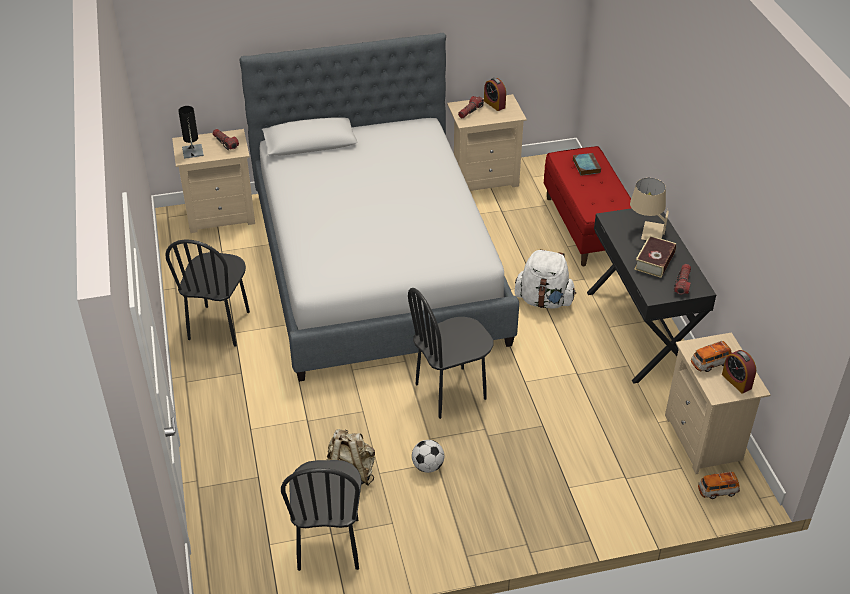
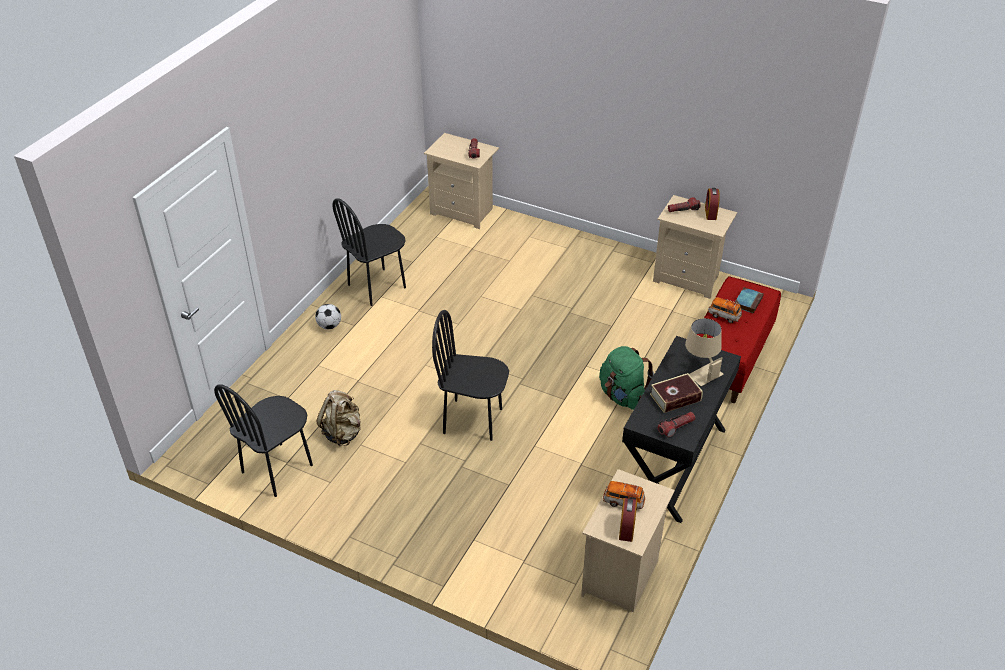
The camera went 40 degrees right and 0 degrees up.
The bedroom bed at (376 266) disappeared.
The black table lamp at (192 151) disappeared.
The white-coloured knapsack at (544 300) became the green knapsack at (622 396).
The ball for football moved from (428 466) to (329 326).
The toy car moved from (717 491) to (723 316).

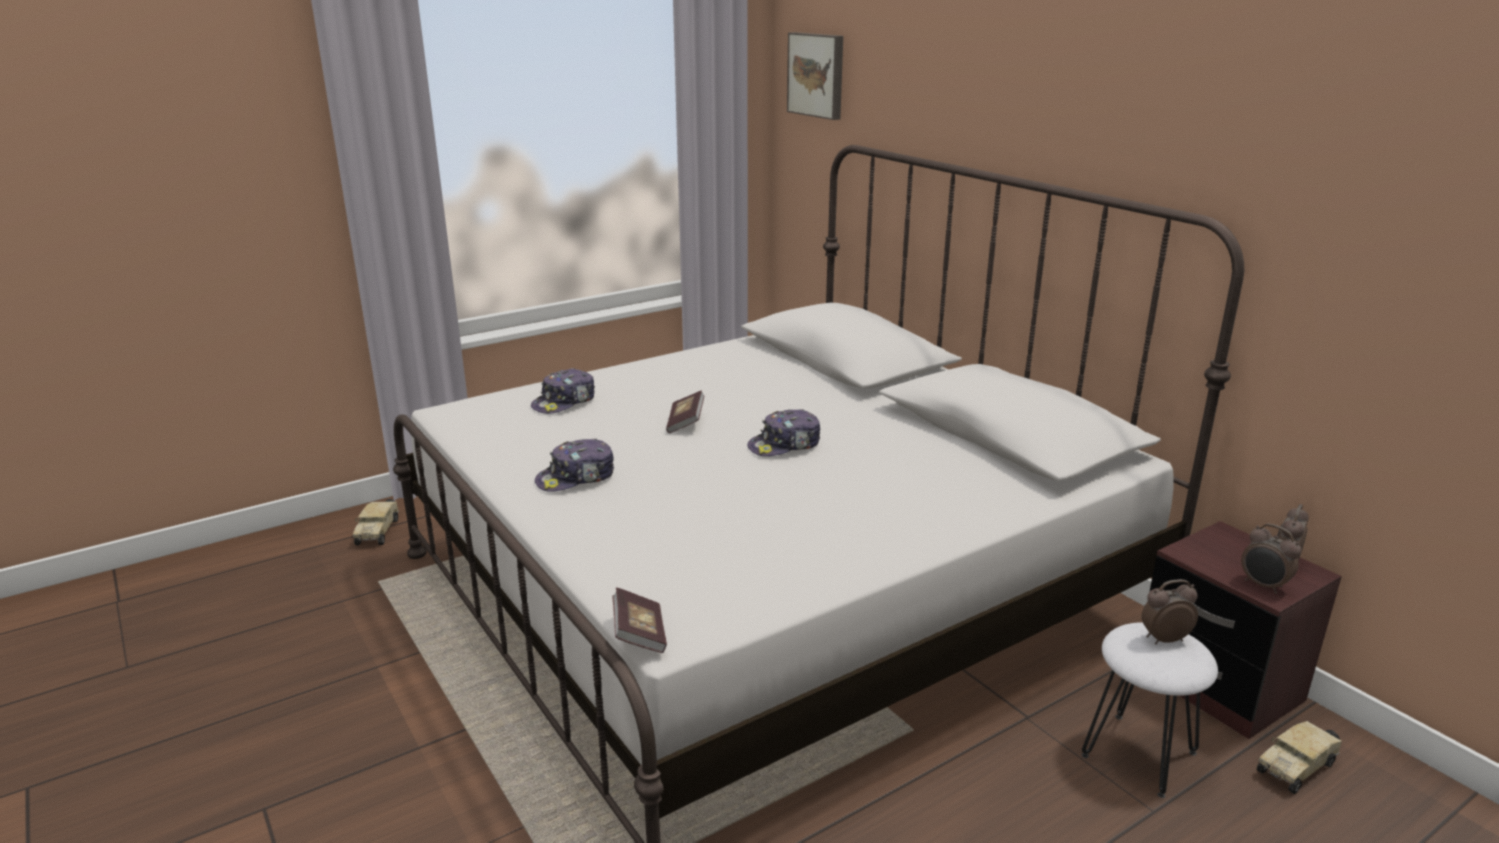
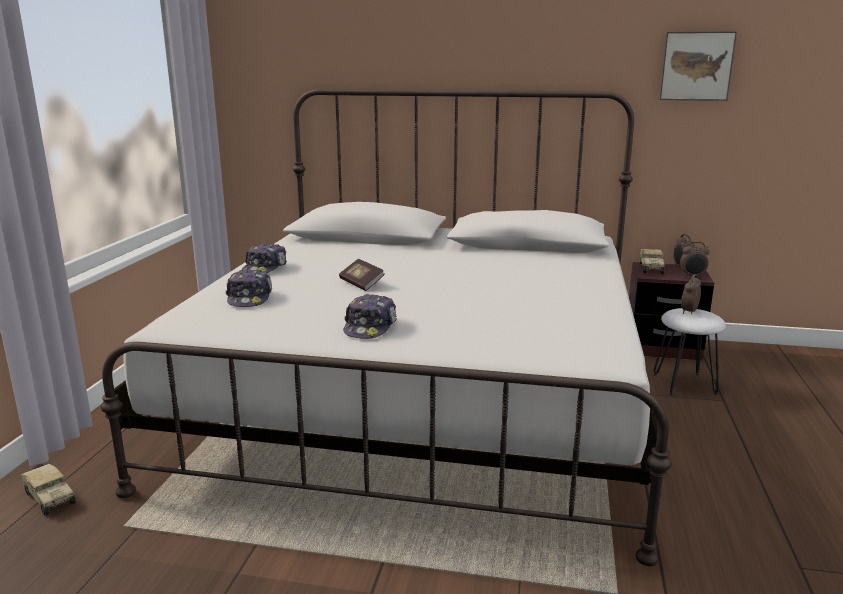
The camera went 45 degrees left and 5 degrees down.
The wall art moved from (817 75) to (696 66).
The peaked cap moved from (785 445) to (265 268).
The book at (639 635) disappeared.
The model truck moved from (1297 766) to (650 268).

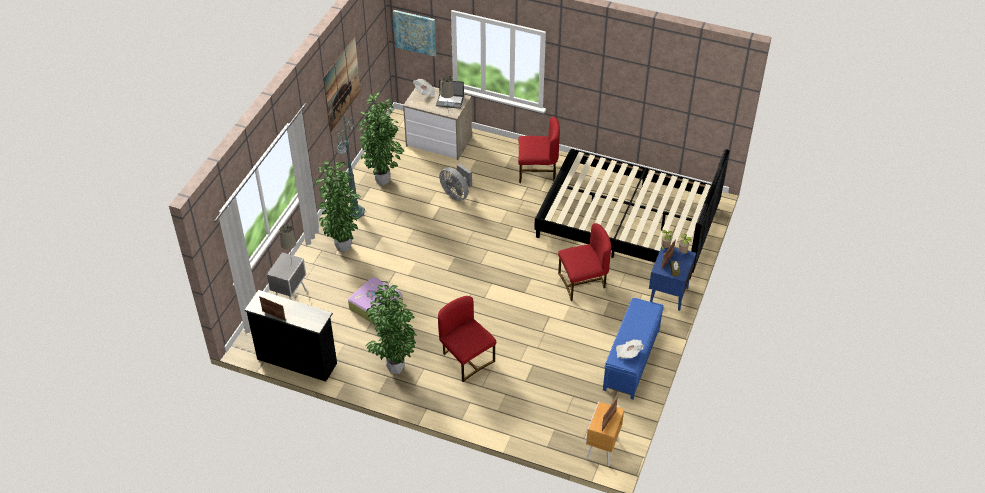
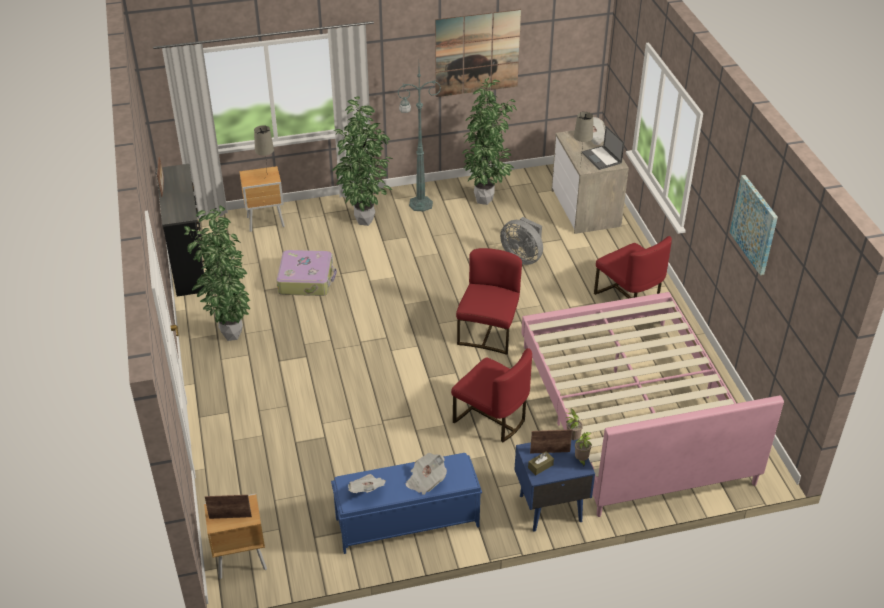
The camera went 55 degrees right and 5 degrees down.
The wall art moved from (415 32) to (754 224).
The black bedroom bed at (627 223) became the pink-coloured bedroom bed at (632 412).
The grey electric fan at (456 194) turned 60 degrees counterclockwise.
The grey nightstand at (291 298) became the brown-coloured nightstand at (266 222).
The red plain chair moved from (466 359) to (488 332).
The newspaper at (425 480) appeared.

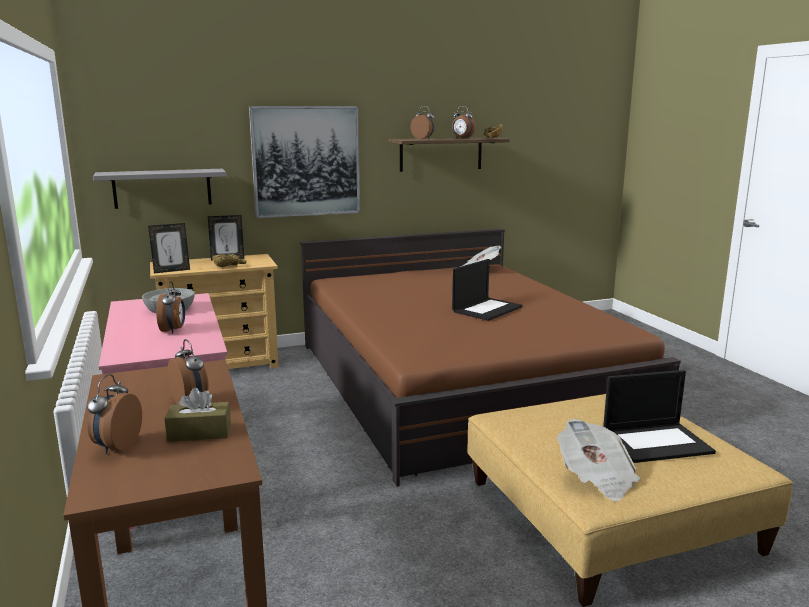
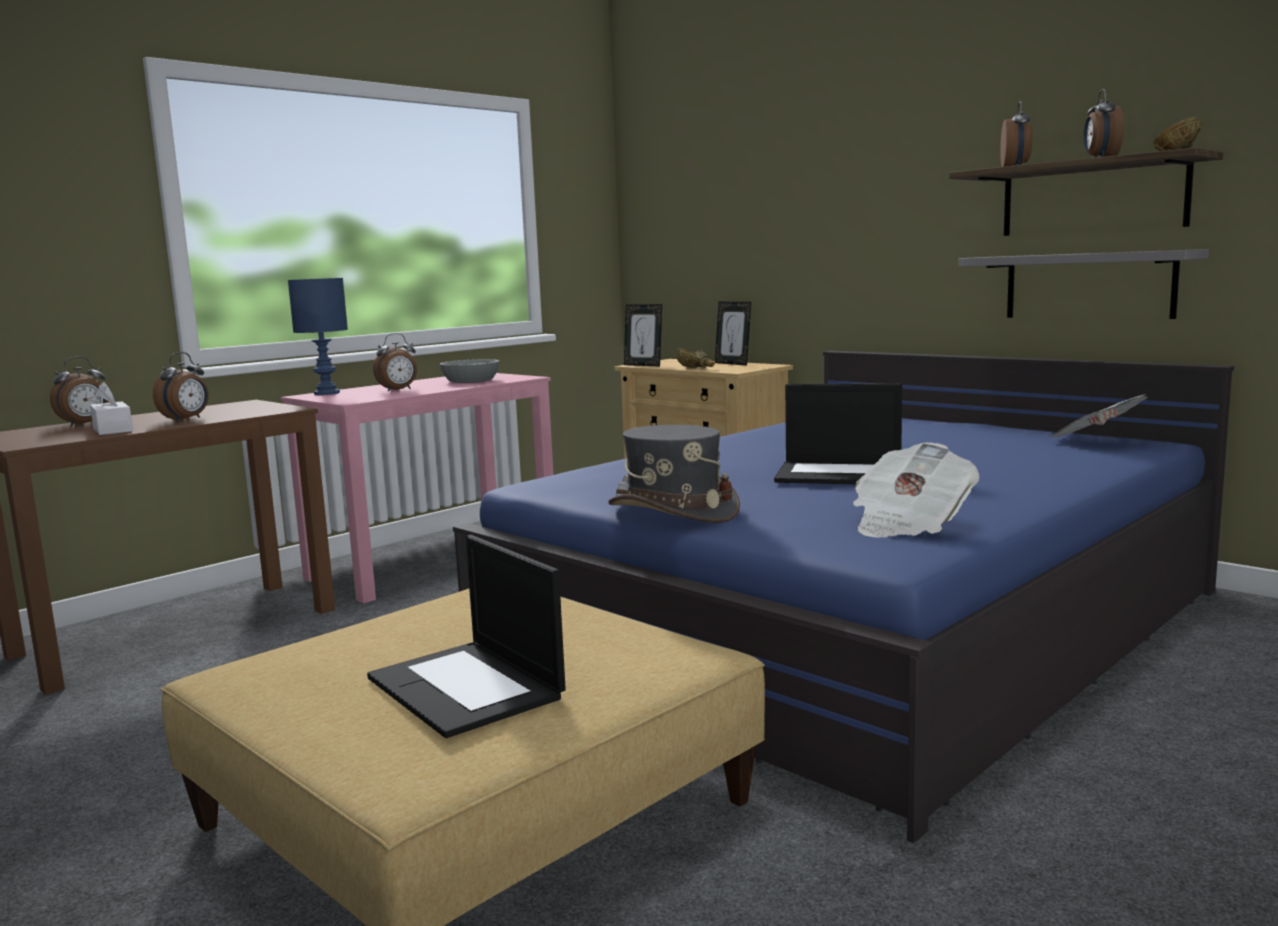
The camera went 65 degrees right and 5 degrees down.
The wall art at (306 161) disappeared.
The grey wall shelf moved from (162 188) to (1088 285).
The brown-coloured bedroom bed at (460 383) became the bluish bedroom bed at (859 621).
The alarm clock at (116 447) turned 150 degrees clockwise.
The brown-coloured tissue holder at (199 433) became the white-coloured tissue holder at (113 430).
The newspaper moved from (596 478) to (908 524).
The bluish table lamp at (328 393) appeared.
The grey clothing hat at (673 512) appeared.

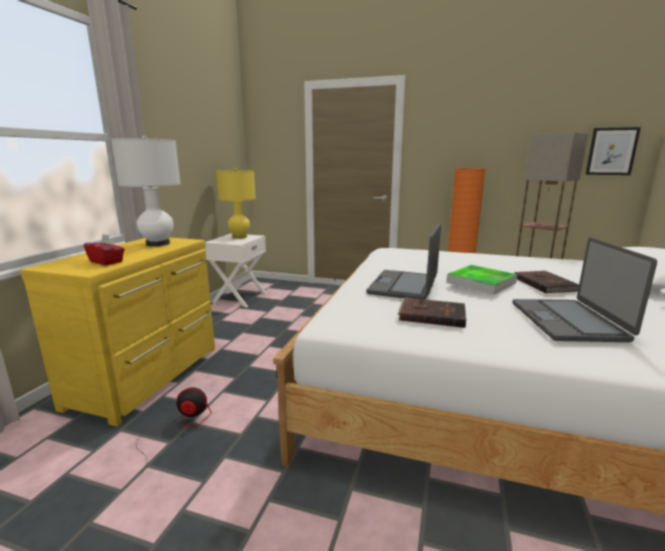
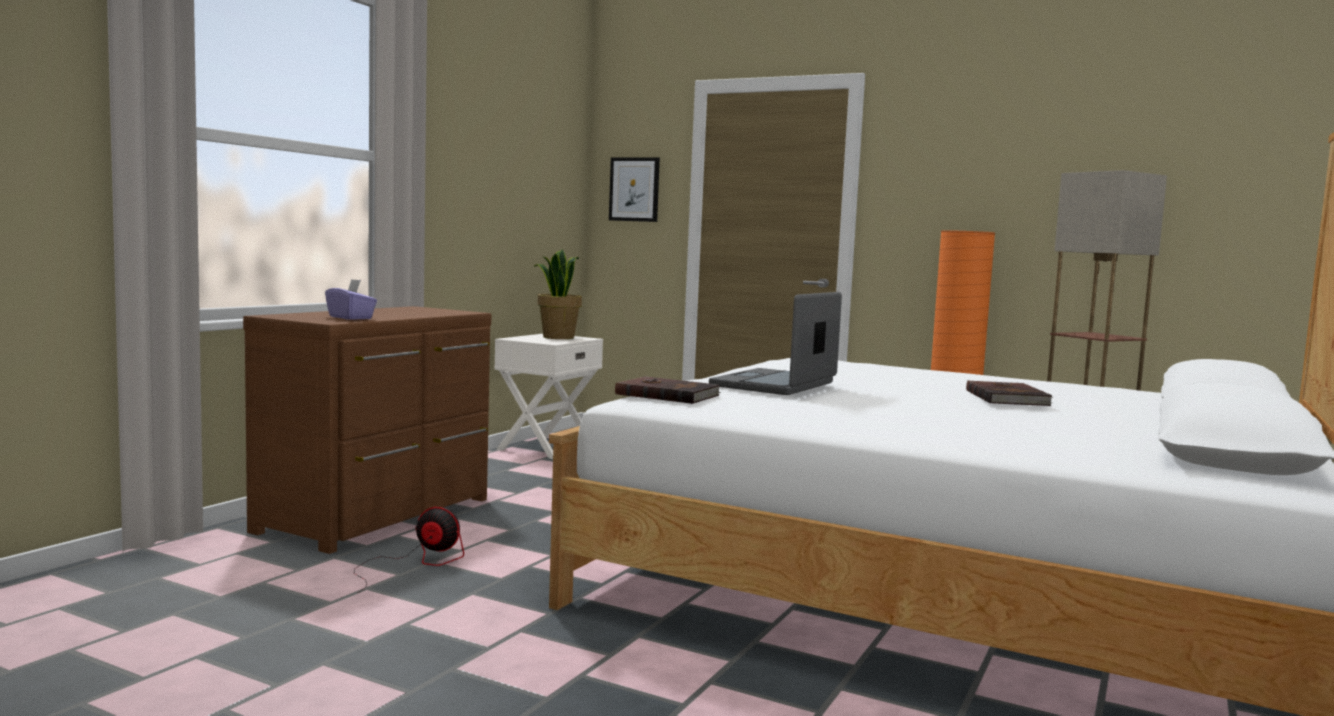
The camera went 10 degrees right and 10 degrees down.
The wall art moved from (611 151) to (634 189).
The white-coloured table lamp at (158 244) disappeared.
The yellow-coloured table lamp at (239 237) was replaced by the plant in a pot at (558 337).
The red tissue holder at (106 262) became the purple tissue holder at (351 318).
The yellow-coloured dresser at (150 376) became the brown-coloured dresser at (382 515).
The portable computer at (568 321) disappeared.
The tray at (481 283) disappeared.
The brown-coloured book moved from (431 314) to (667 394).

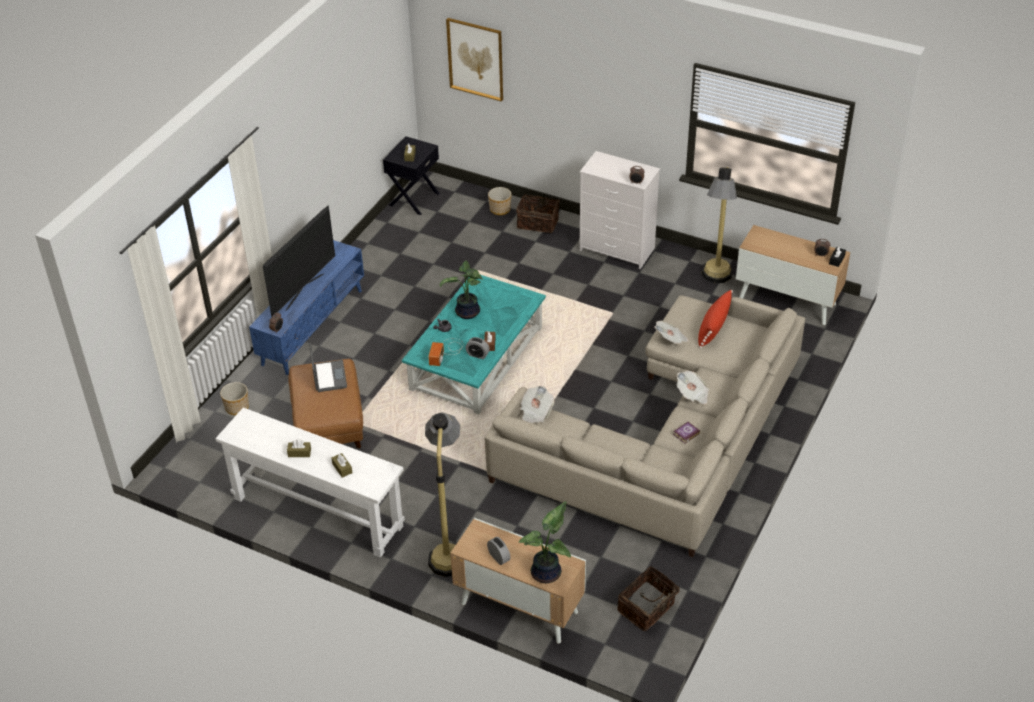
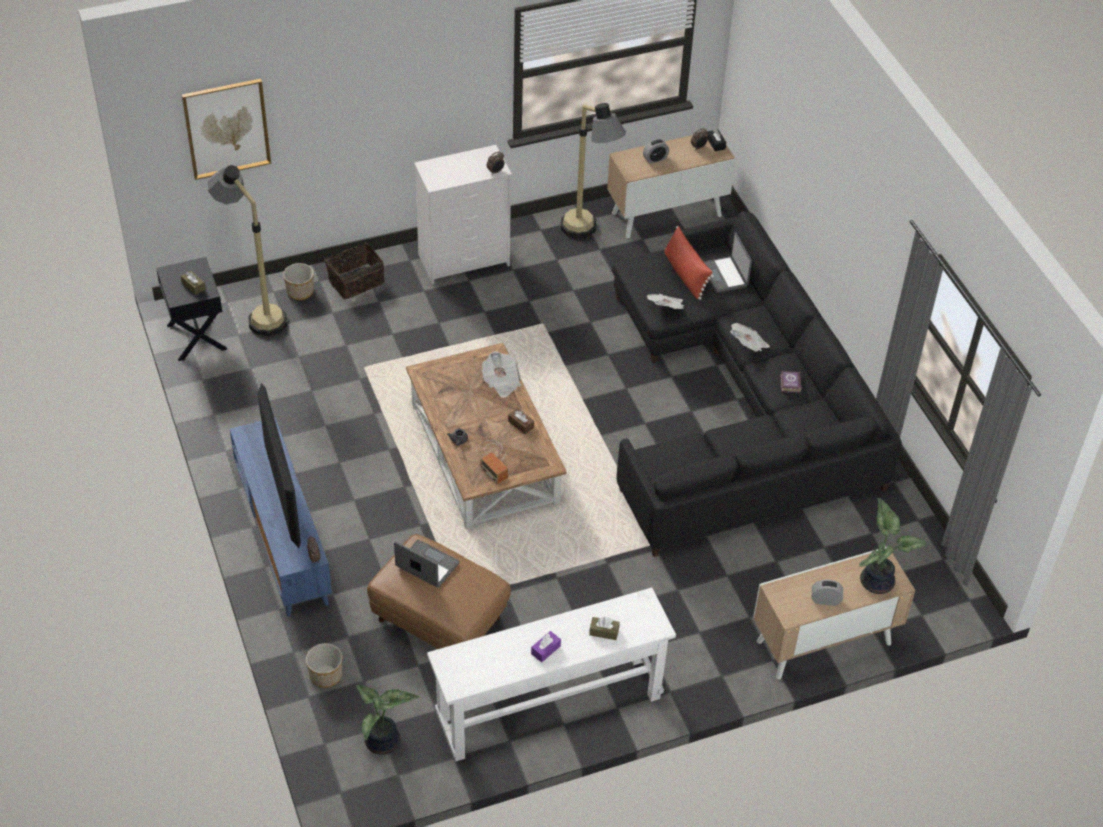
The camera went 50 degrees left and 5 degrees up.
The plant in a pot moved from (467 313) to (384 743).
The turquoise-coloured coffee table at (477 359) became the brown-coloured coffee table at (485 453).
The sand-coloured settee at (669 439) became the black settee at (740 405).
The alarm clock moved from (477 355) to (655 159).
The newspaper moved from (535 412) to (501 382).
The standing lamp moved from (448 547) to (256 313).
The brown-coloured tissue holder at (299 453) became the purple tissue holder at (545 650).
The household basket at (647 608) disappeared.
The portable computer at (725 275) appeared.

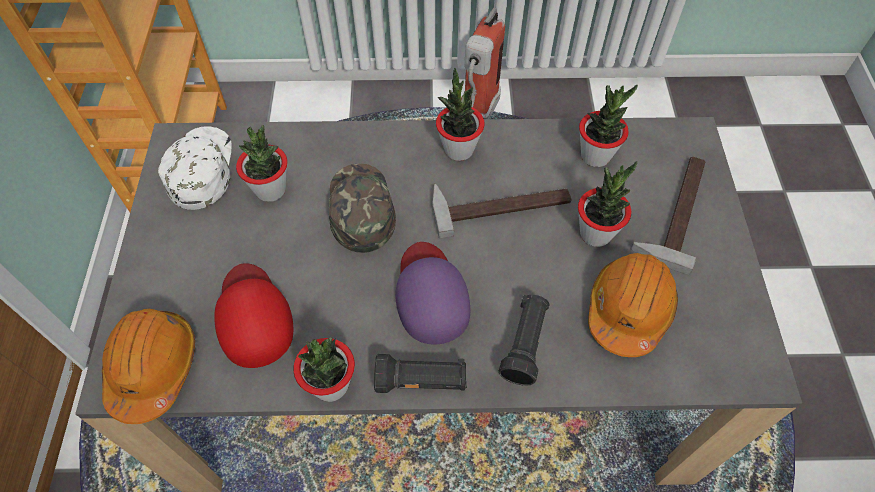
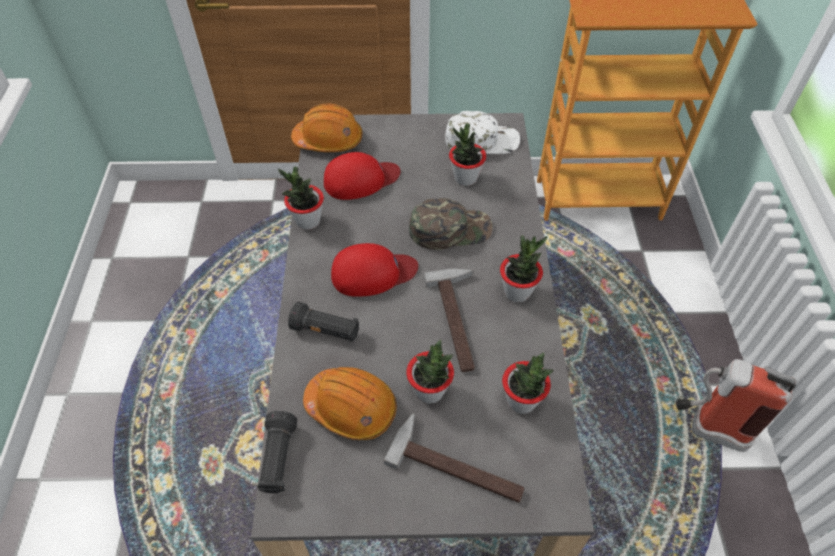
The camera went 90 degrees right and 5 degrees down.
The purple peaked cap at (430 294) became the red peaked cap at (373 273).
The black flashlight moved from (421 381) to (278 459).

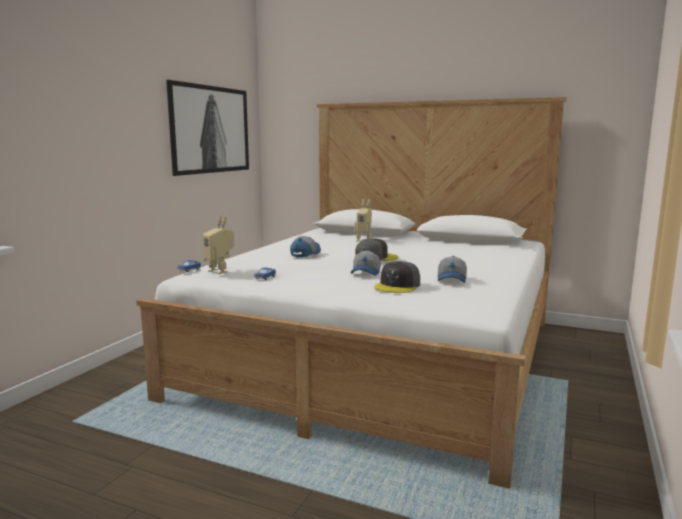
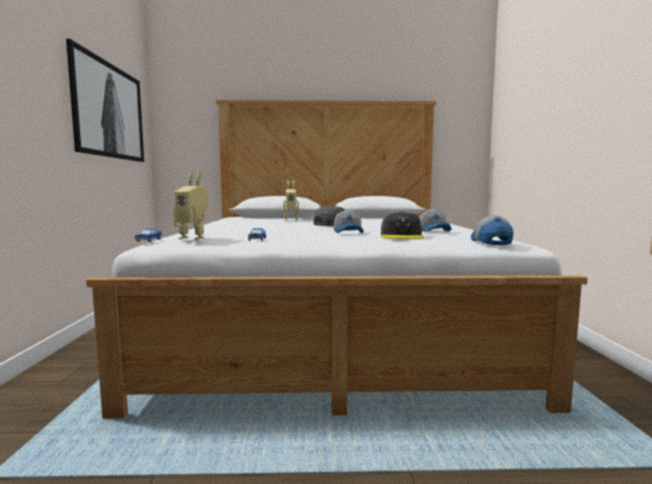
The camera went 25 degrees left and 5 degrees down.
The peaked cap moved from (305 254) to (490 242).

